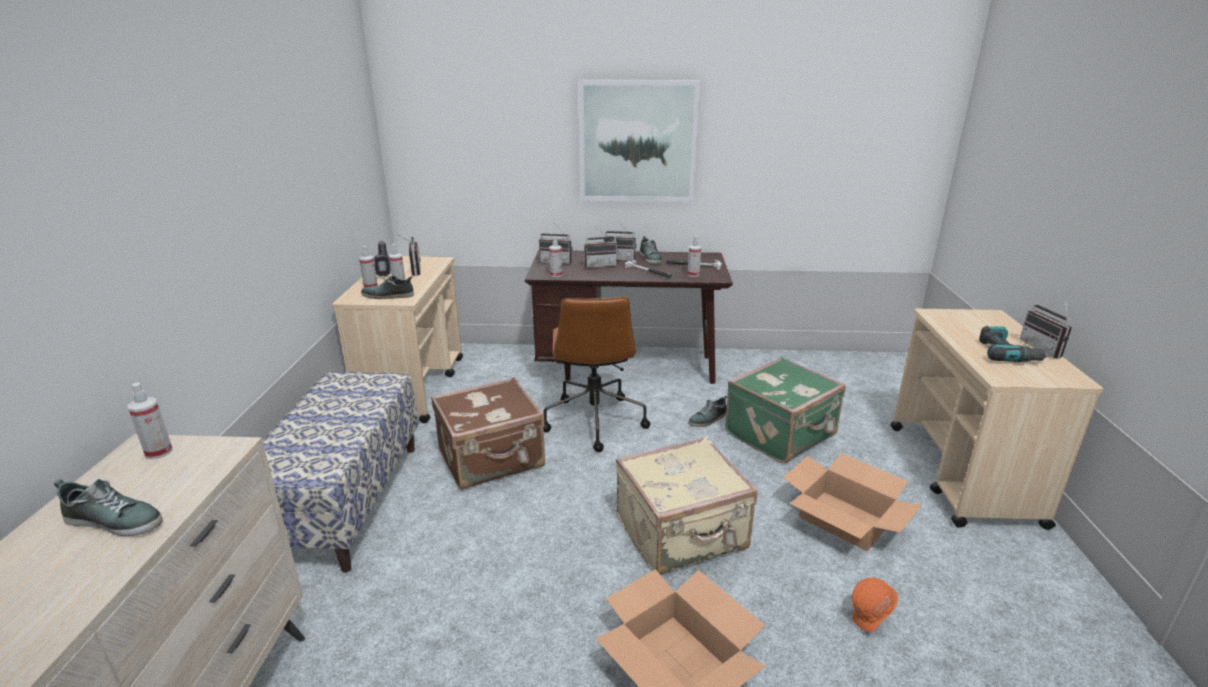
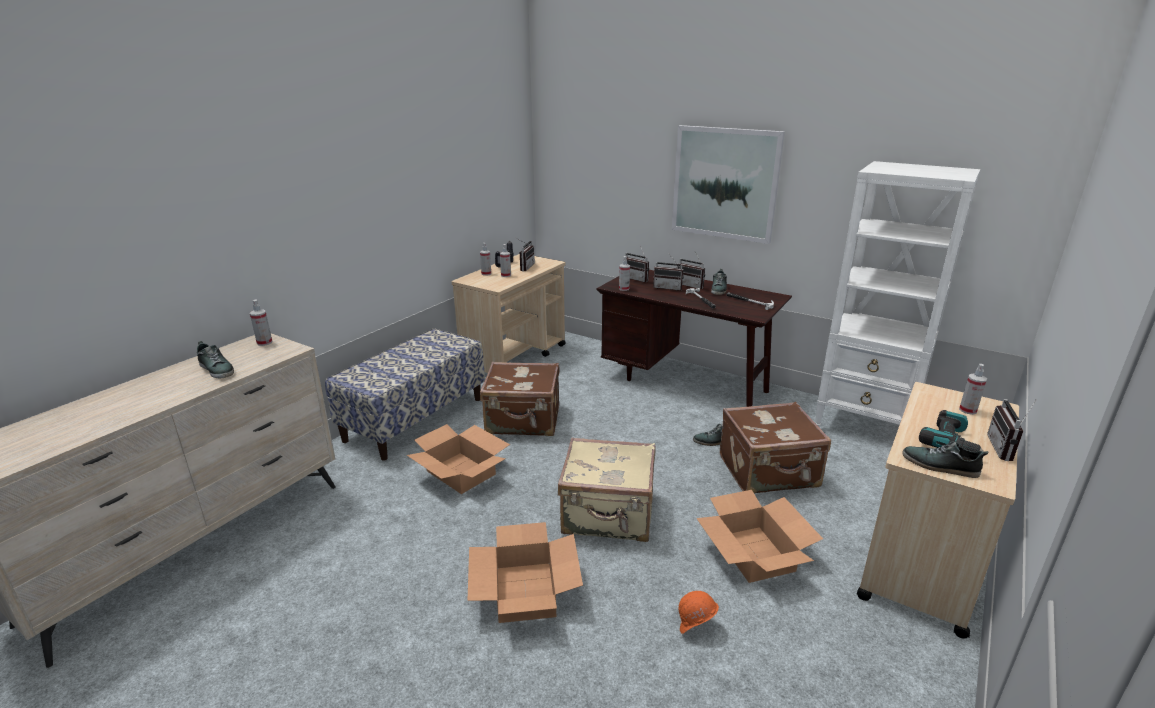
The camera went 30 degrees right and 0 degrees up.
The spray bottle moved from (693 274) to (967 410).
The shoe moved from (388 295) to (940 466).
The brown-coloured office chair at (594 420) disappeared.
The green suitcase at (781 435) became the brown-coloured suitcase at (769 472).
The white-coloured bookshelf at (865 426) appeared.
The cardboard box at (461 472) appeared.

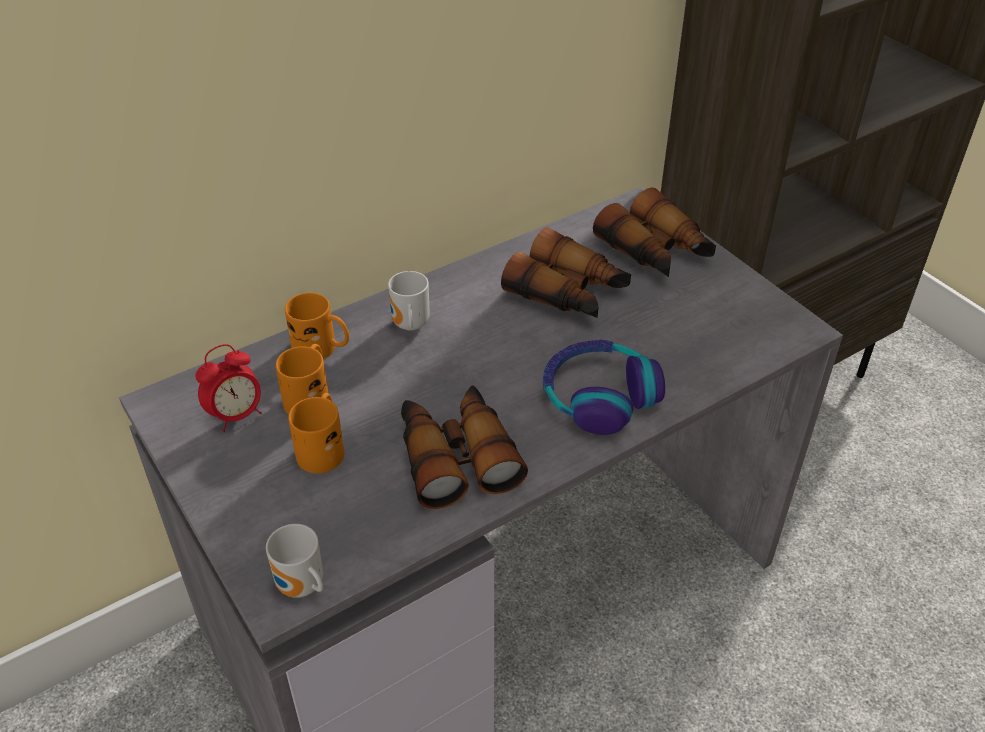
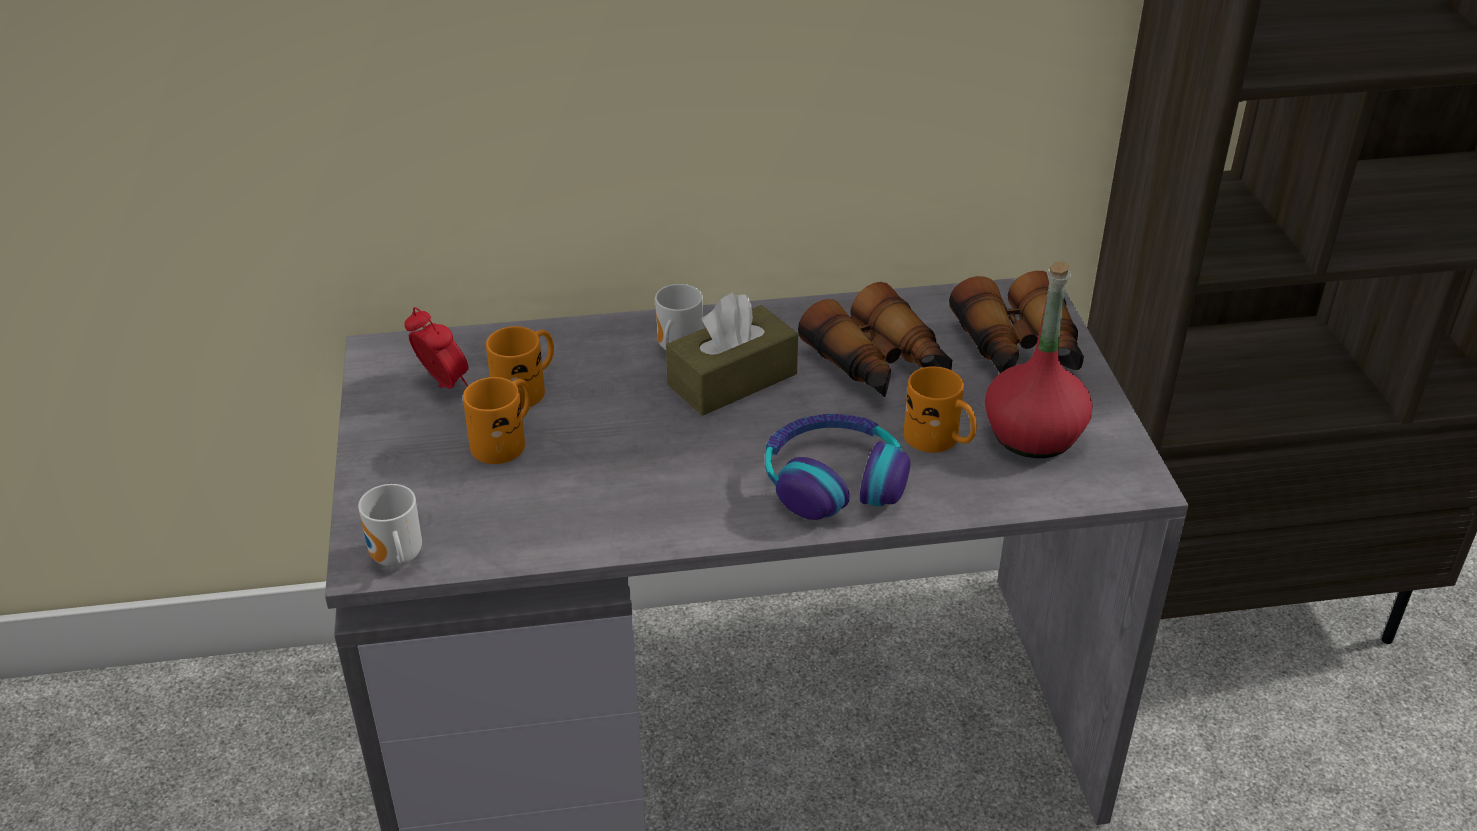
The camera went 25 degrees right and 5 degrees down.
The orange-coloured mug moved from (322 348) to (940 440).
The alarm clock at (236 415) turned 120 degrees counterclockwise.
The binoculars at (456 456) disappeared.
The red bottle at (1033 434) appeared.
The brown-coloured tissue holder at (732 380) appeared.

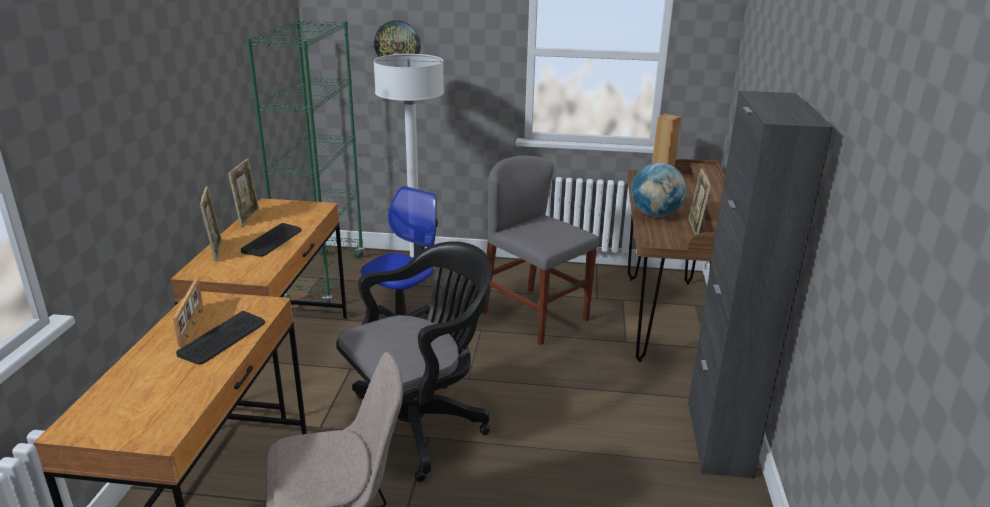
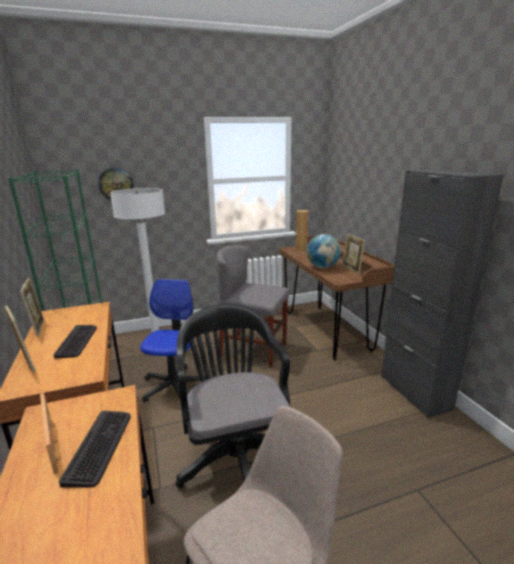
The camera went 25 degrees left and 5 degrees down.
The black office chair at (418 425) turned 45 degrees counterclockwise.

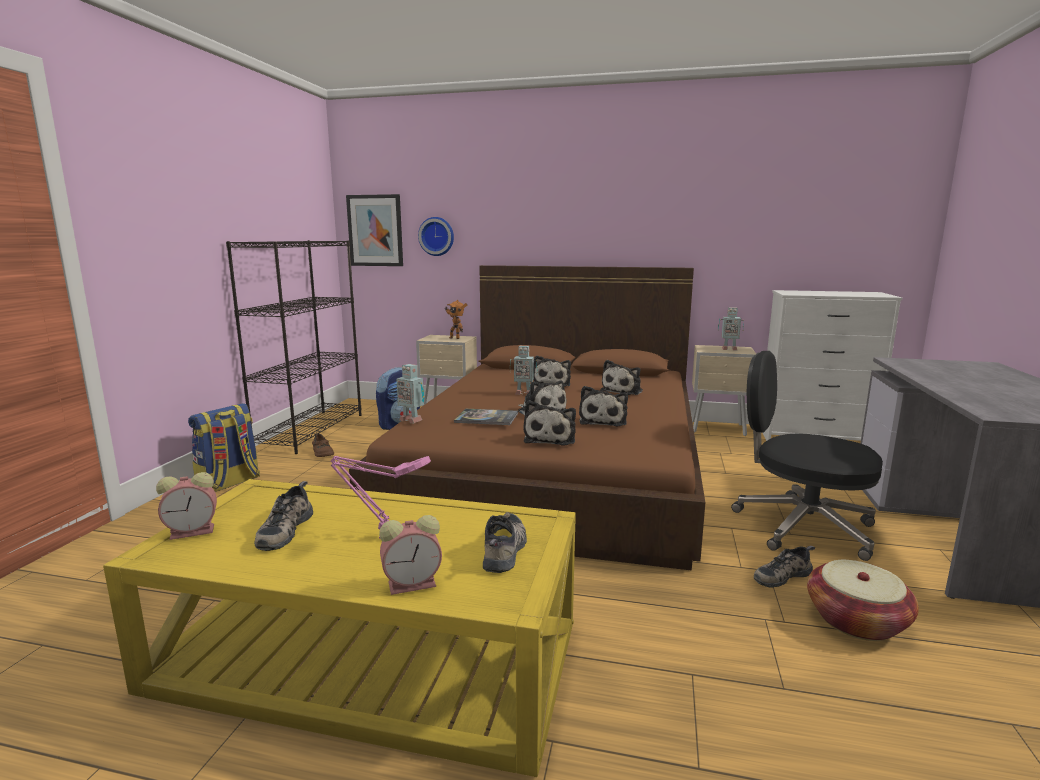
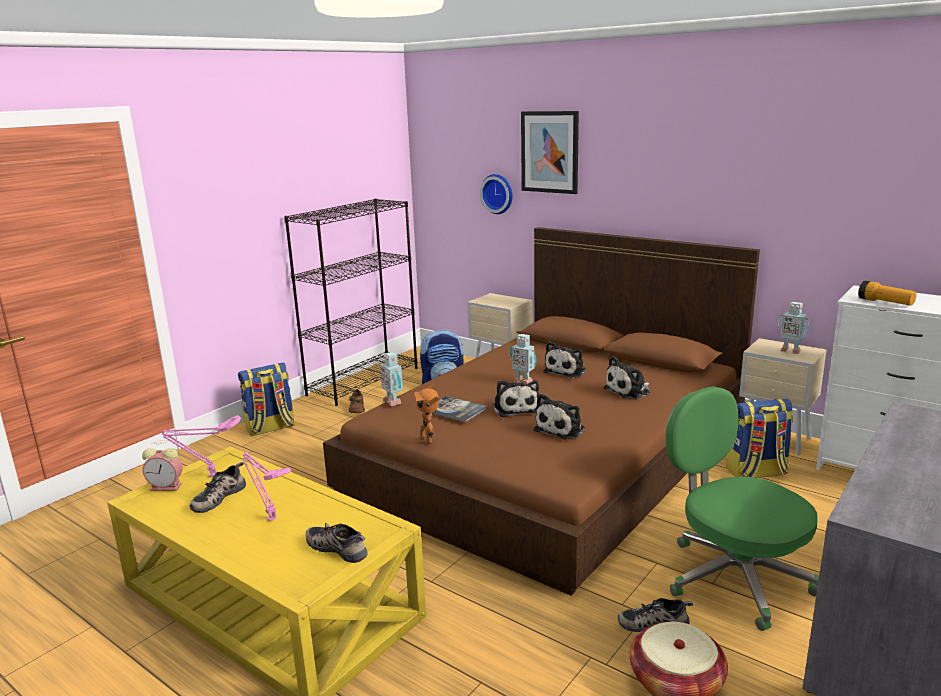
The camera went 25 degrees right and 5 degrees up.
The wall art moved from (375 230) to (550 152).
The robot figure moved from (455 338) to (428 440).
The black office chair at (800 526) became the green office chair at (734 578).
The soft toy at (550 438) disappeared.
The shoe at (506 549) turned 90 degrees counterclockwise.
The alarm clock at (414 583) disappeared.
The flashlight at (885 303) appeared.
The knapsack at (756 473) appeared.
The pink-coloured table lamp at (209 475) appeared.

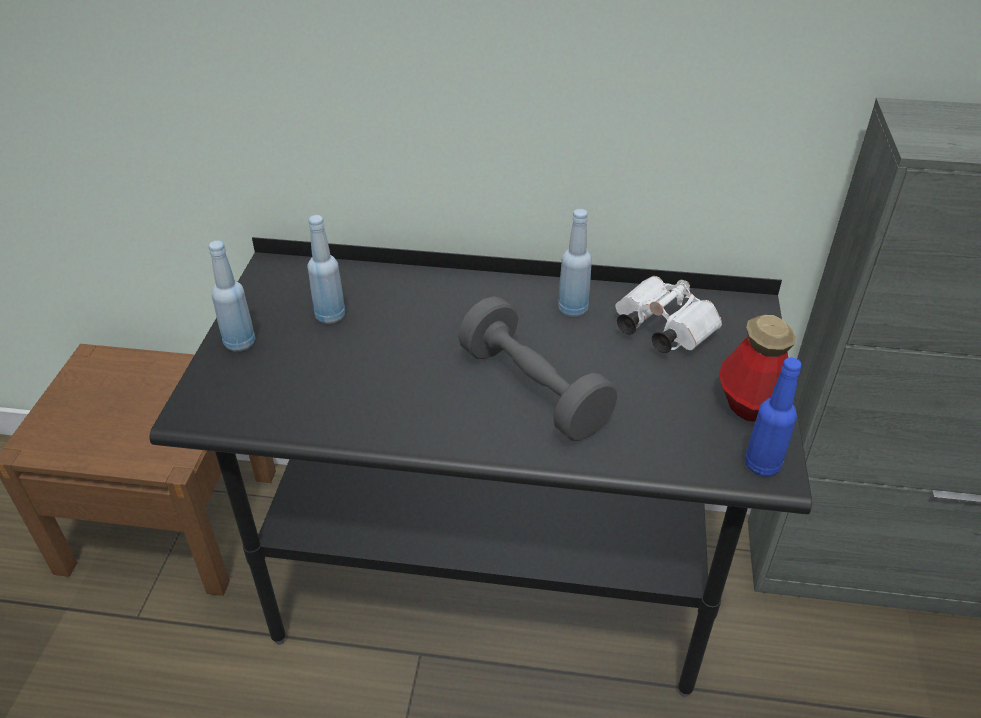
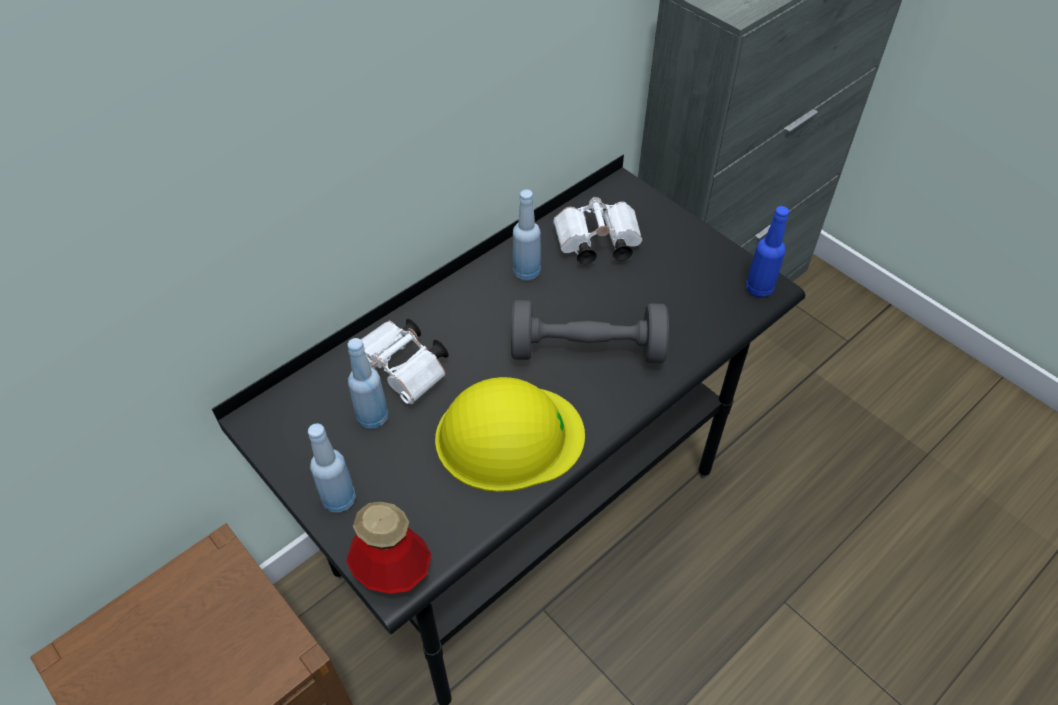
The camera went 50 degrees left and 10 degrees up.
The bottle moved from (749 404) to (392 571).
The white-coloured binoculars at (404 371) appeared.
The yellow-coloured safety helmet at (508 436) appeared.

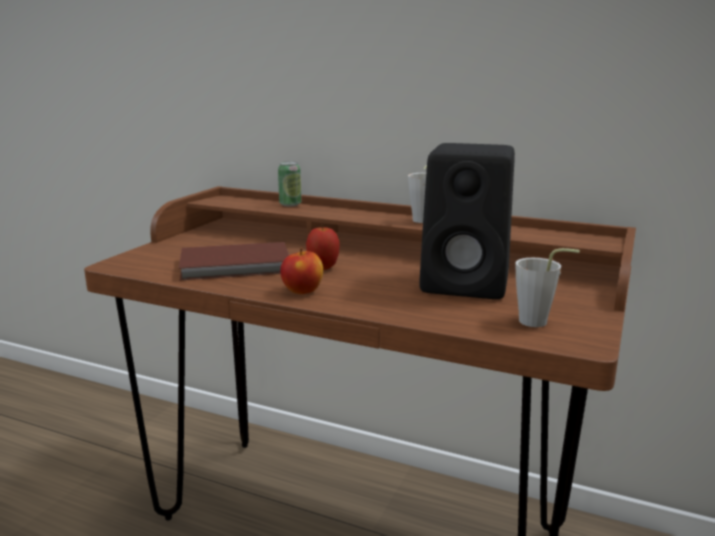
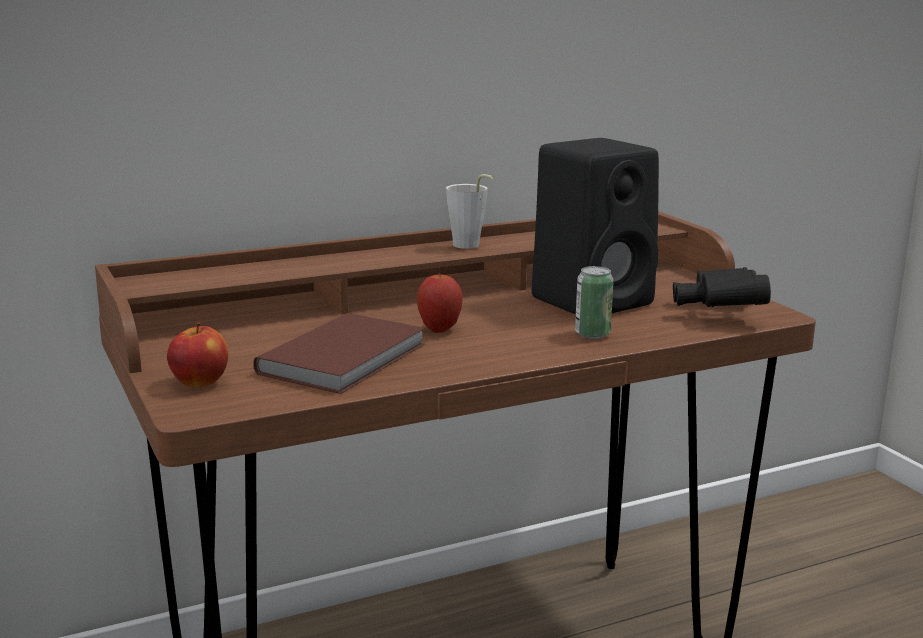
The camera went 50 degrees left and 0 degrees up.
The metal can moved from (290 204) to (592 334).
The apple fruit moved from (302 291) to (200 382).
The grey drinking cup at (539 323) was replaced by the black binoculars at (718 311).

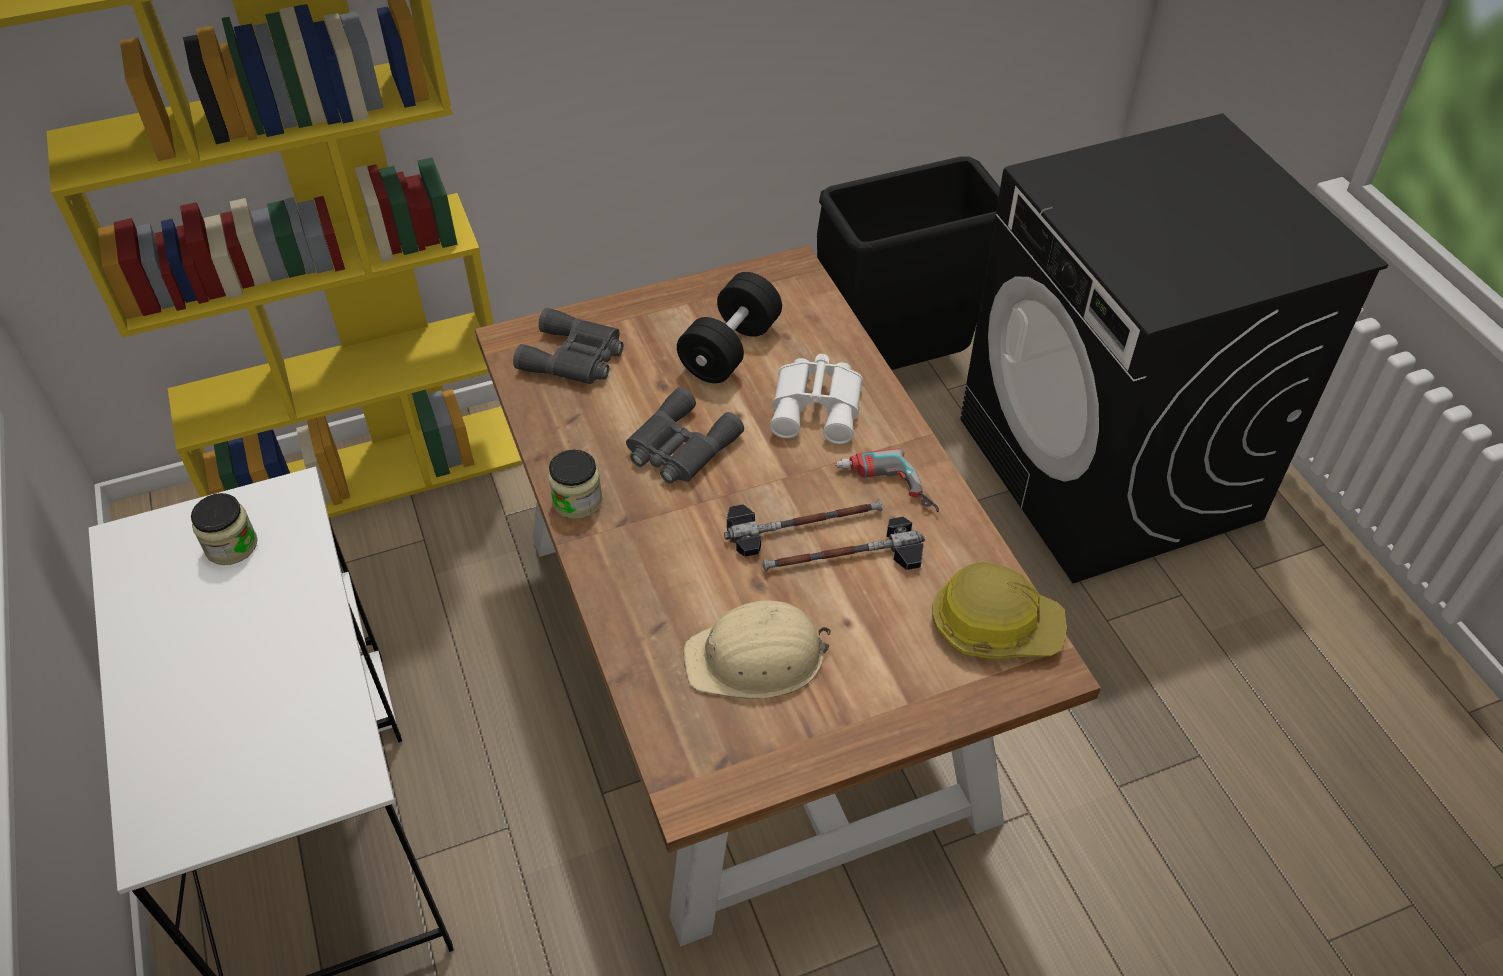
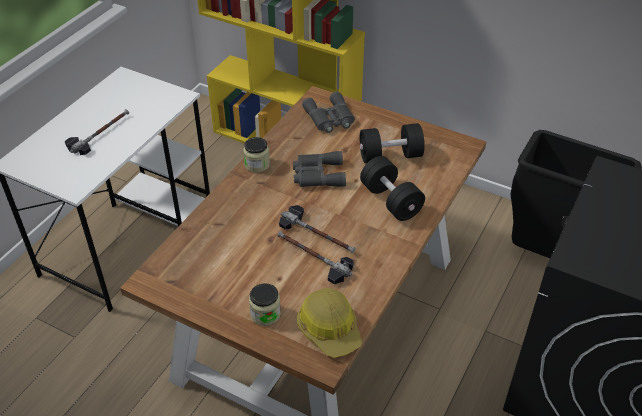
The camera went 50 degrees right and 5 degrees down.
The white-coloured binoculars at (818 407) was replaced by the black dumbbell at (391 201).
The electric drill at (885 490) disappeared.
The storage jar moved from (231 546) to (265 314).
The sand-coloured safety helmet at (756 658) disappeared.
The hand hammer at (100 134) appeared.

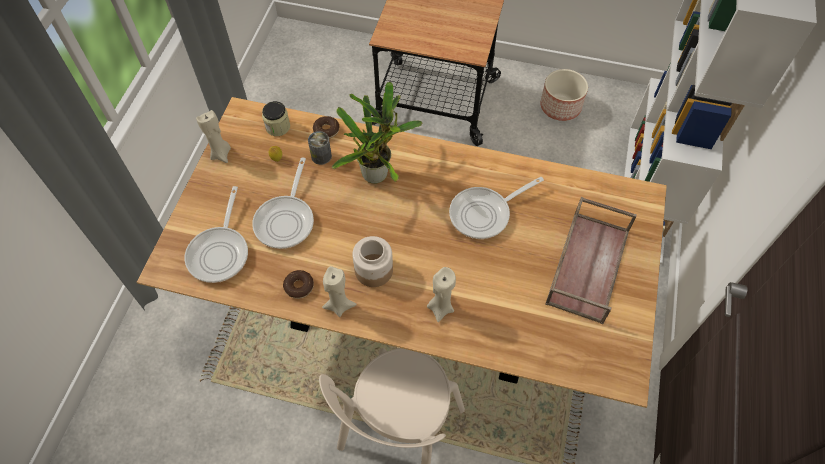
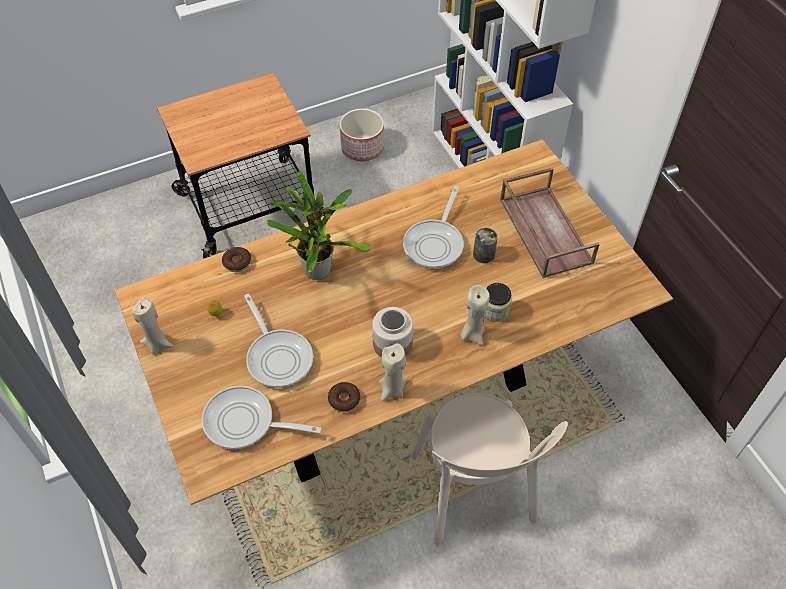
The camera went 40 degrees left and 5 degrees down.
The storage jar moved from (278 127) to (495 310).
The metal can moved from (321 156) to (483 254).
The skillet at (220 252) turned 135 degrees clockwise.

